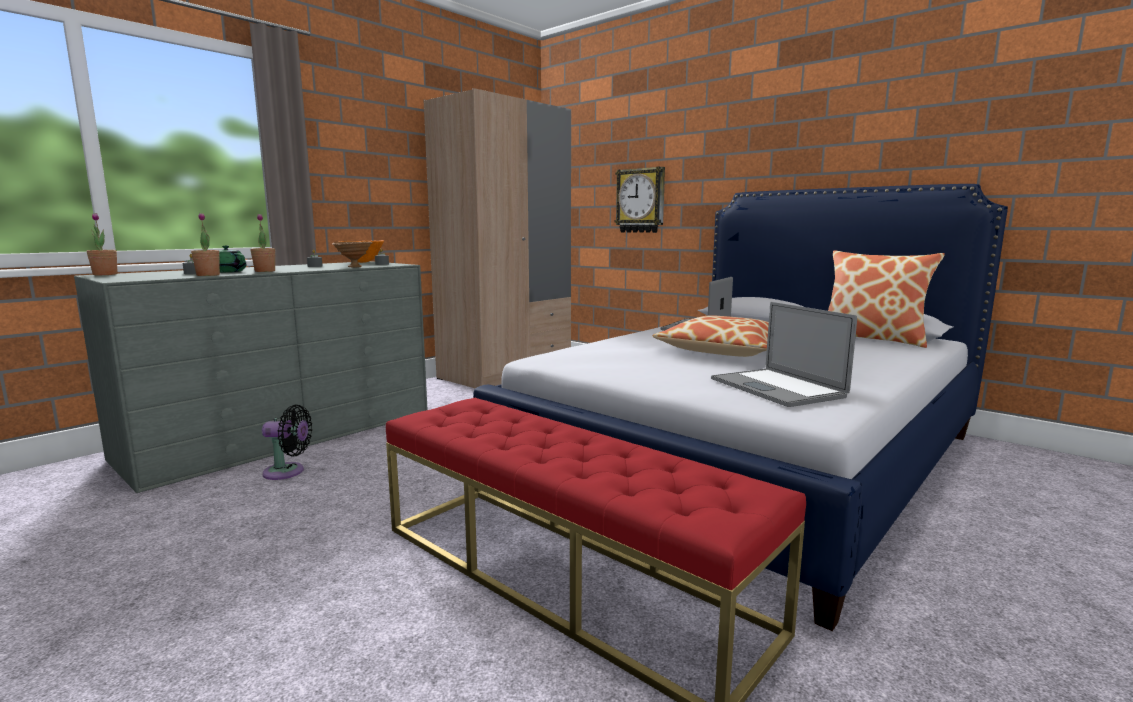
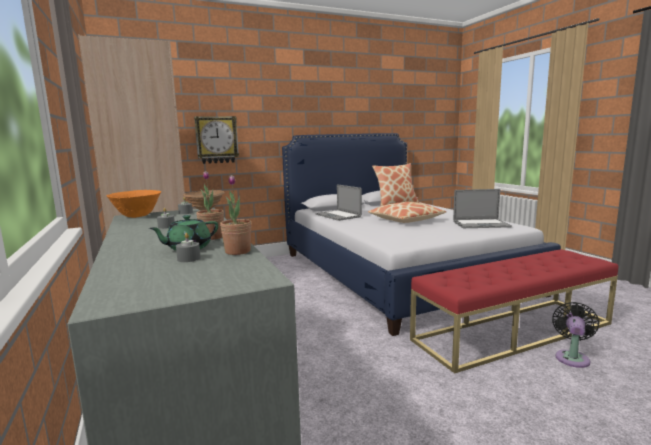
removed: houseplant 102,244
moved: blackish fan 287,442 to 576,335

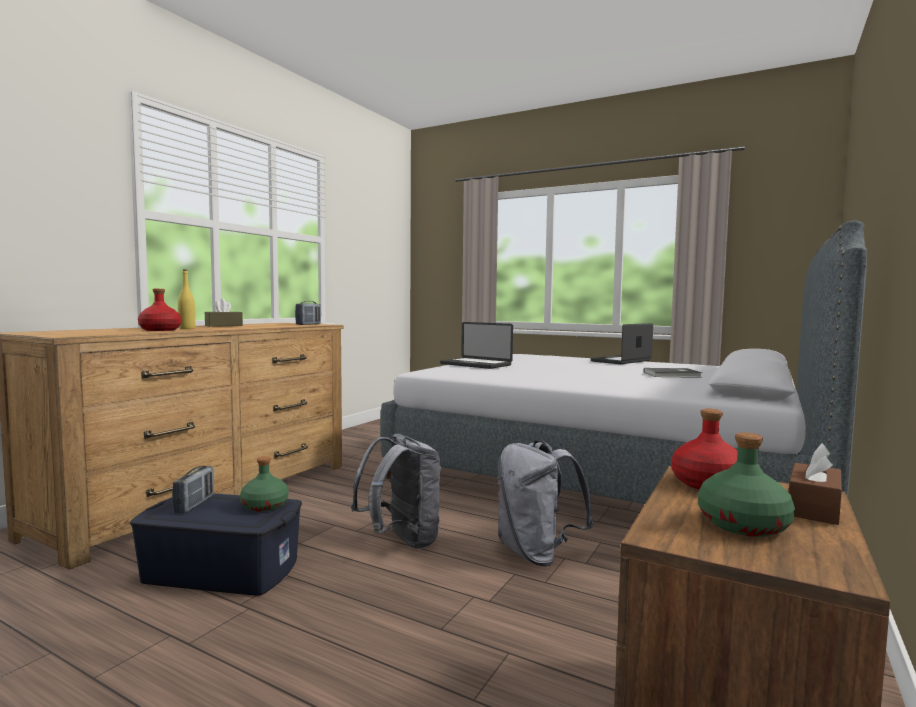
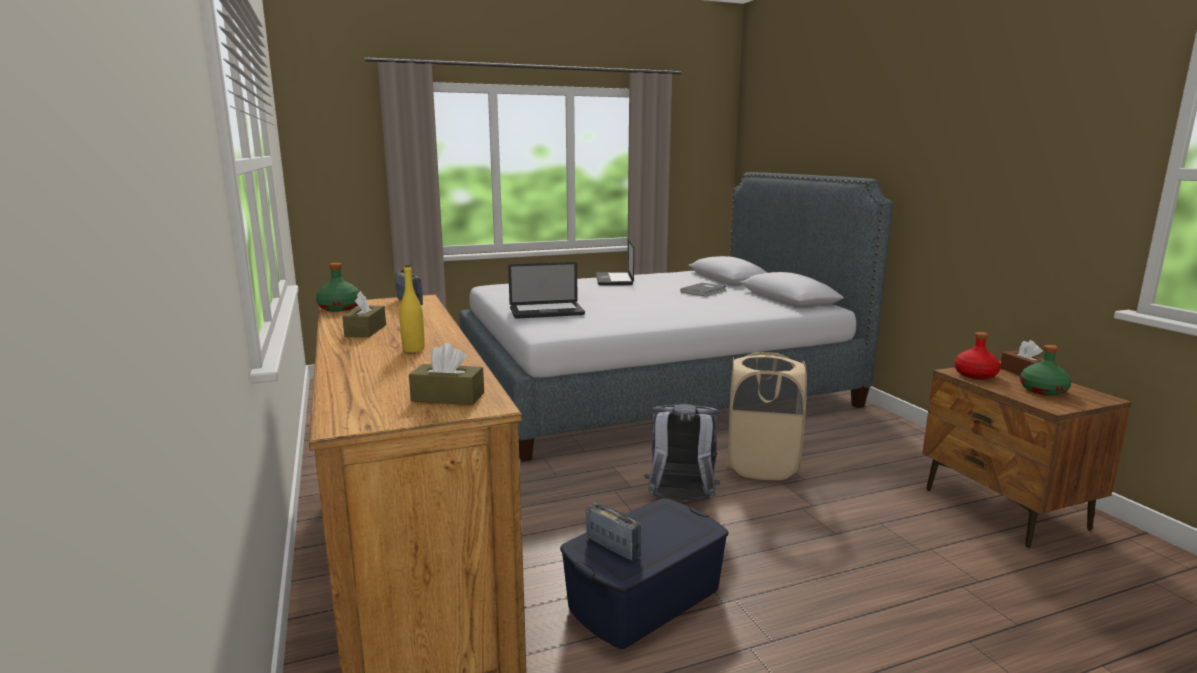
removed: reddish drink bottle 159,310
added: brownish tissue box 446,374
moved: green drink bottle 264,484 to 337,287
replaced: greyish rucksack 545,503 to beige washing basket 767,416

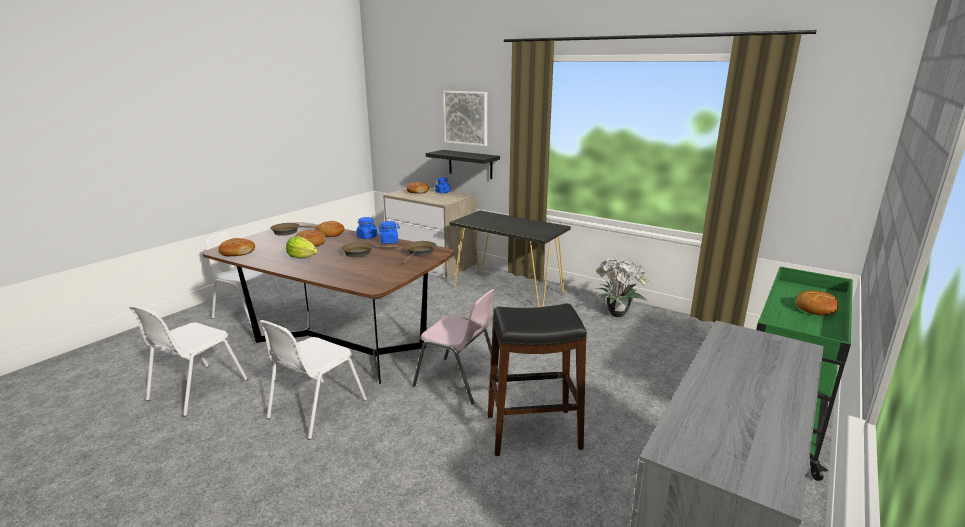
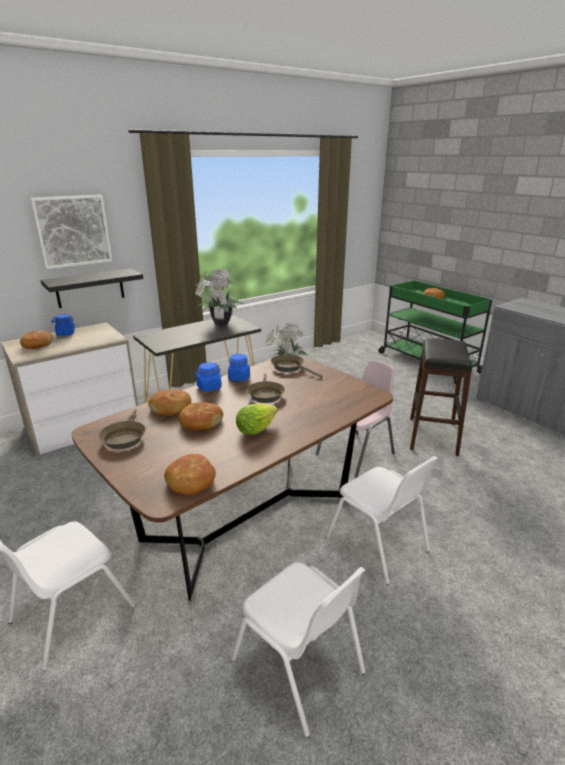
added: houseplant 219,297

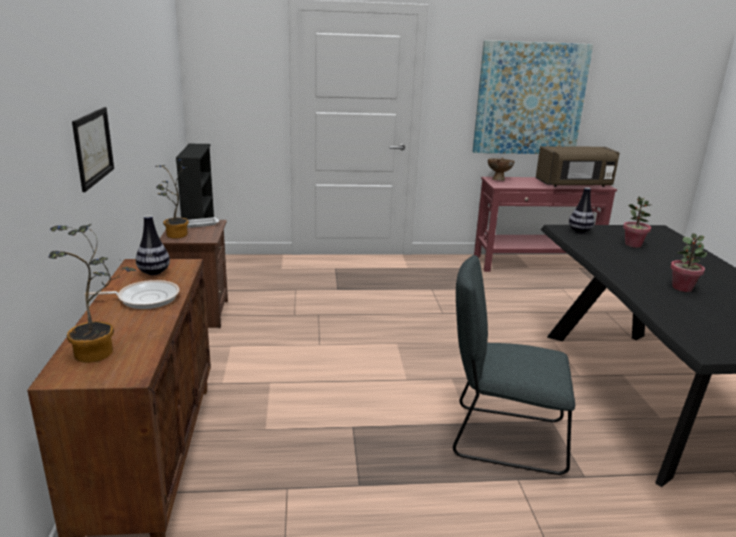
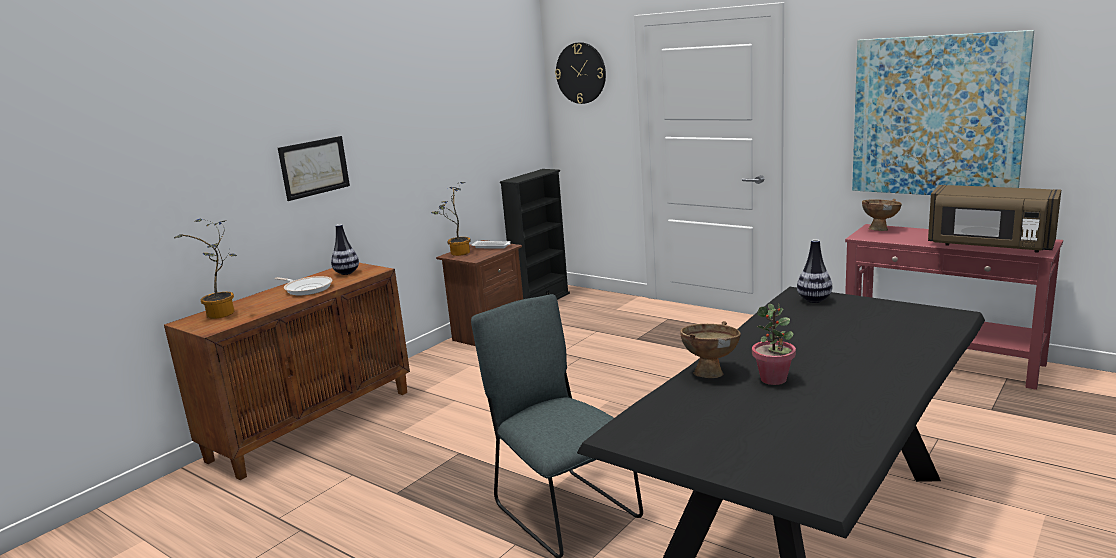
removed: houseplant 637,222
added: clock on the wall 580,73; brownish serving bowl 710,349

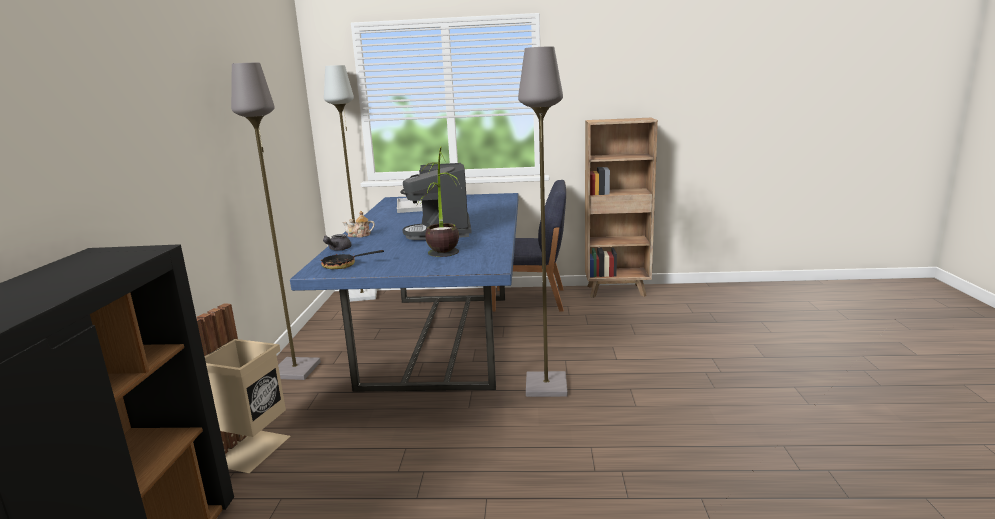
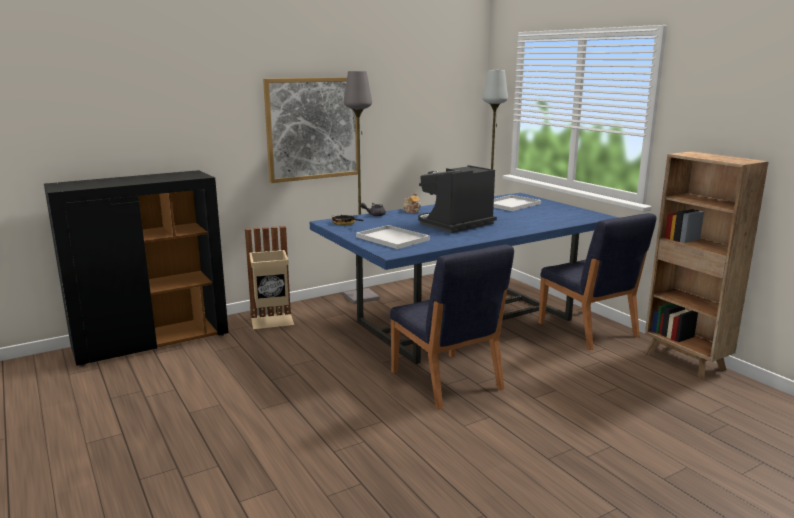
added: picture 310,130
replaced: houseplant 440,201 to white serving tray 393,237; greyish floor lamp 543,221 to blue-coloured upright chair 452,327

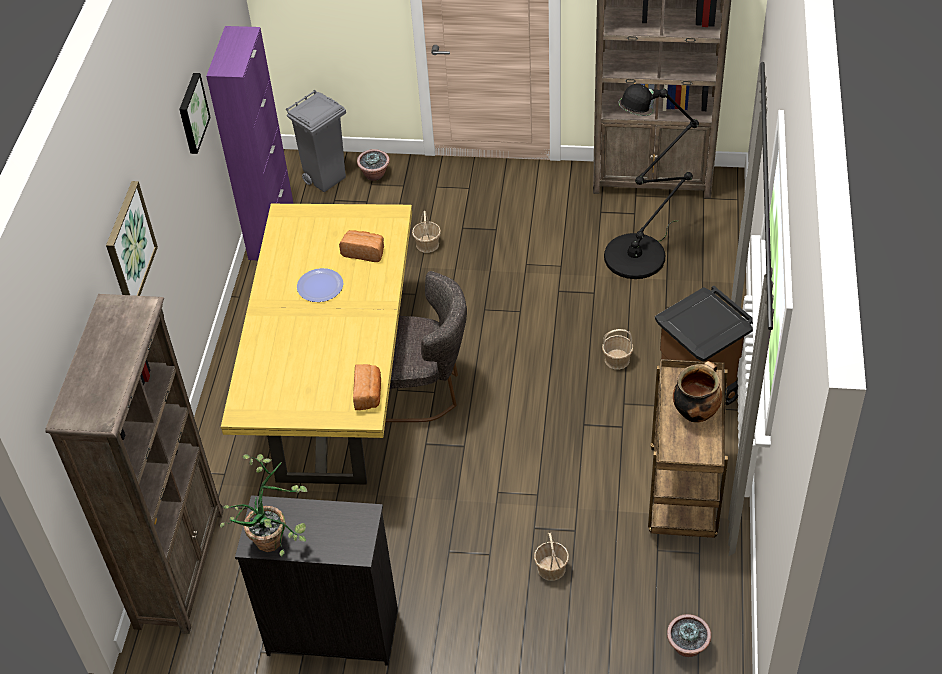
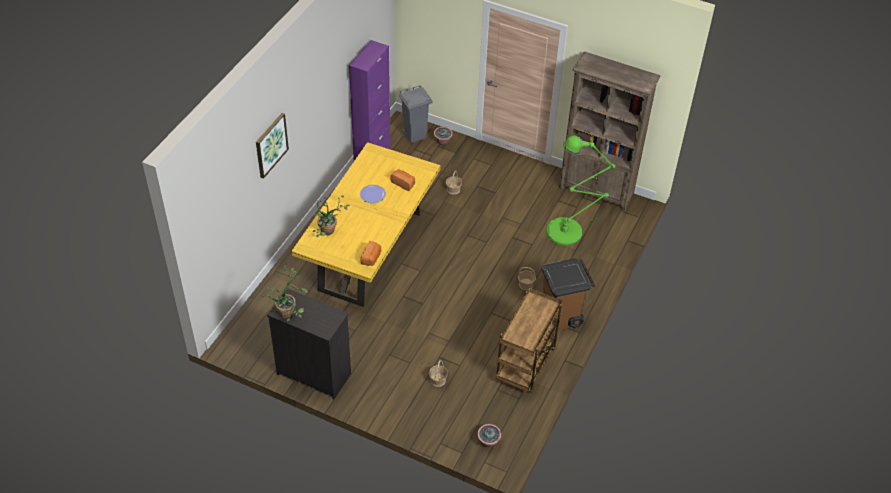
removed: brownish shelving unit 134,464; picture 195,113; greyish upright chair 426,346; saucepot 697,392
added: houseplant 331,216
recoloured: blackish floor lamp 651,181 to green floor lamp 580,190

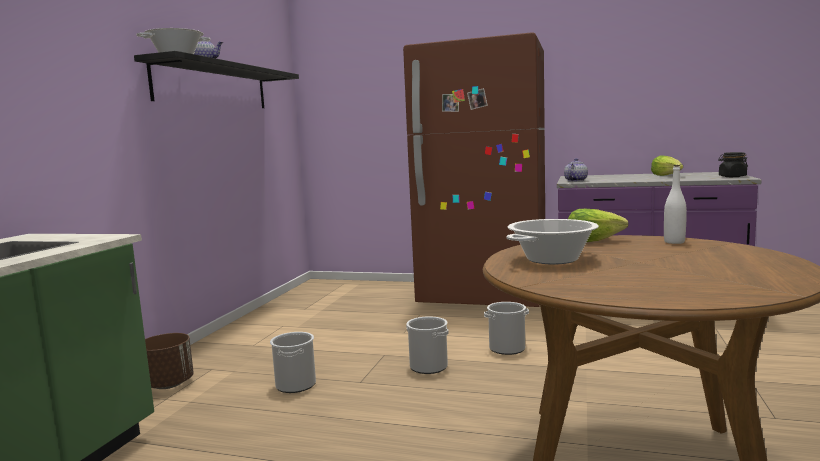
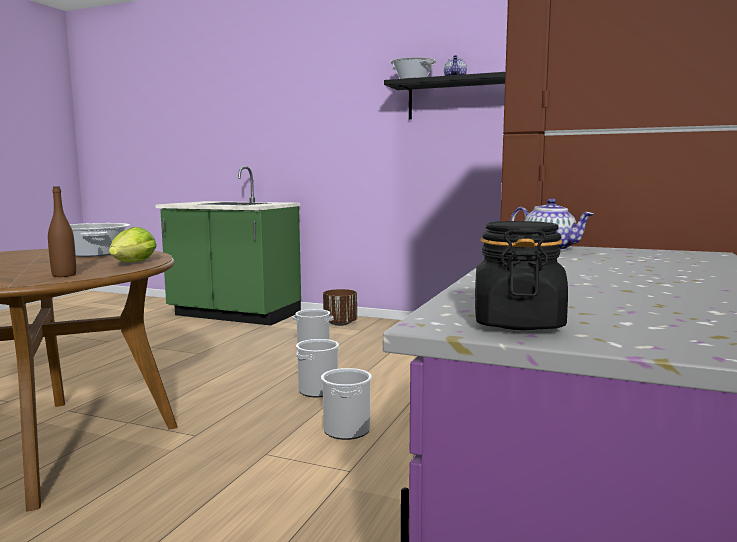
removed: head of lettuce 667,165
recoloured: white drink bottle 675,204 to brownish drink bottle 62,231

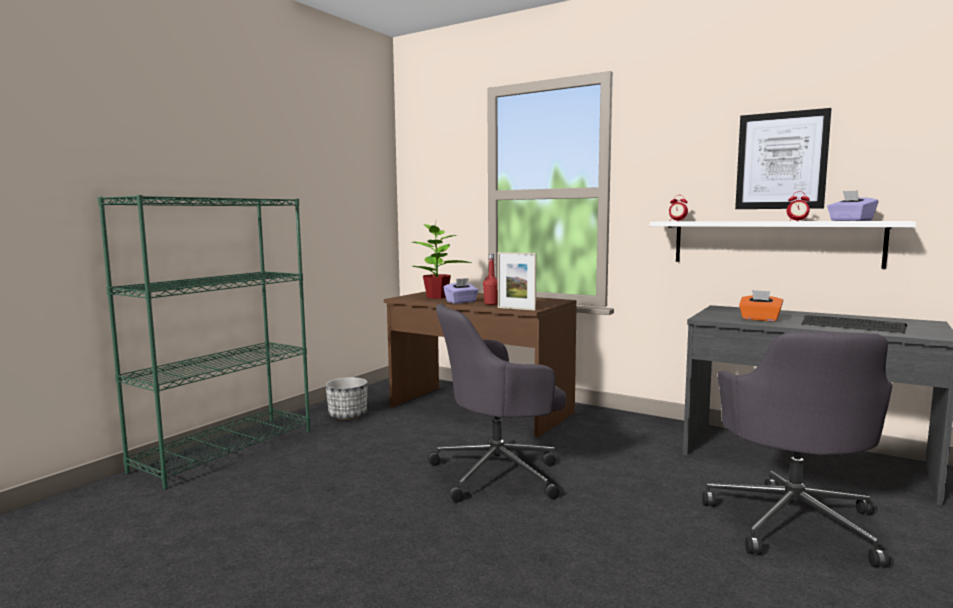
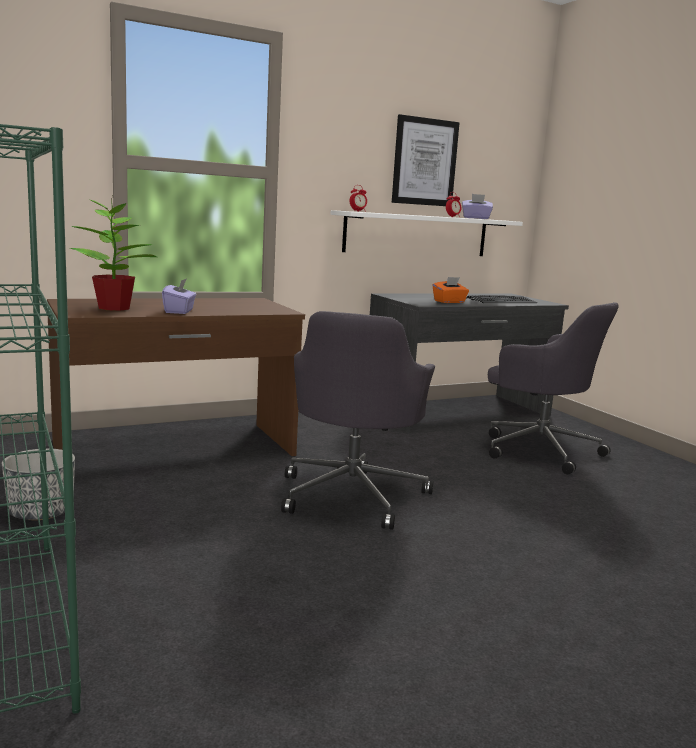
removed: reddish drink bottle 490,279; photo frame 517,281

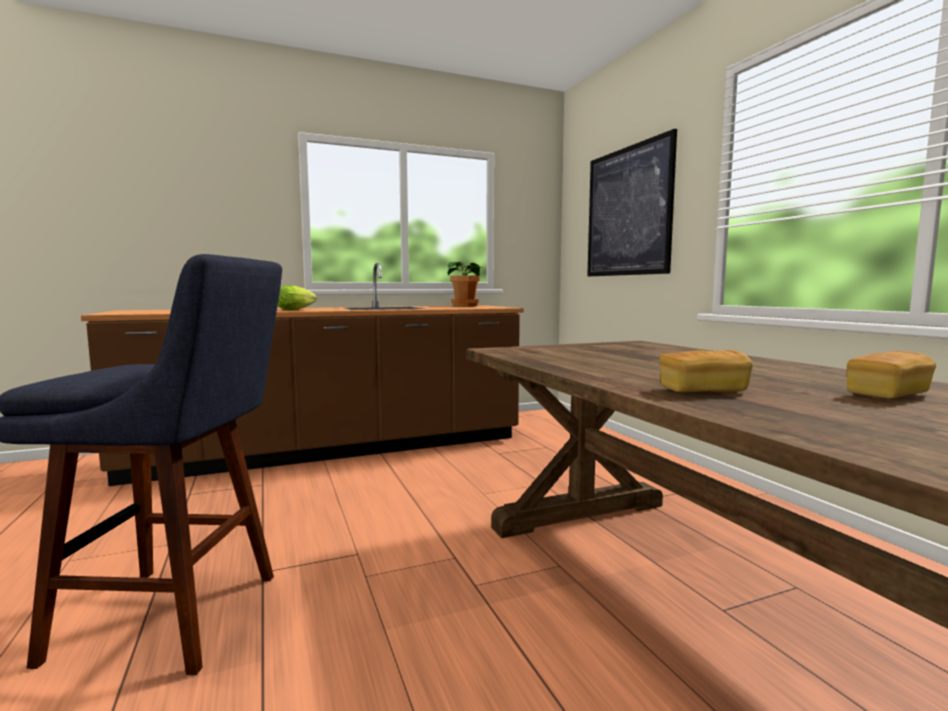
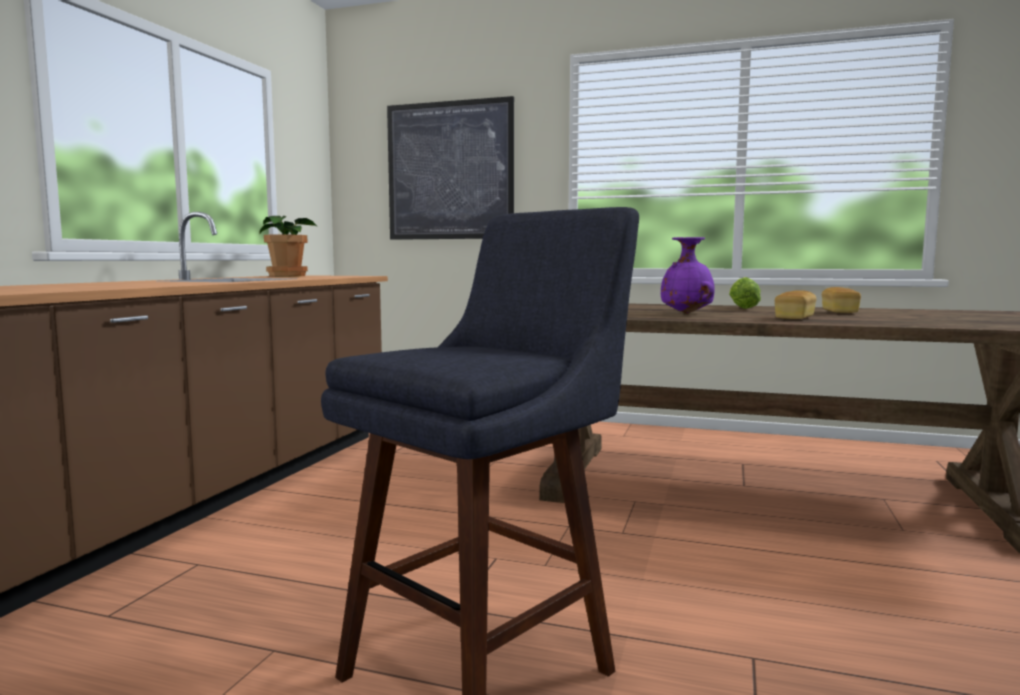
added: purple-coloured vase 688,275
moved: head of lettuce 297,297 to 745,293

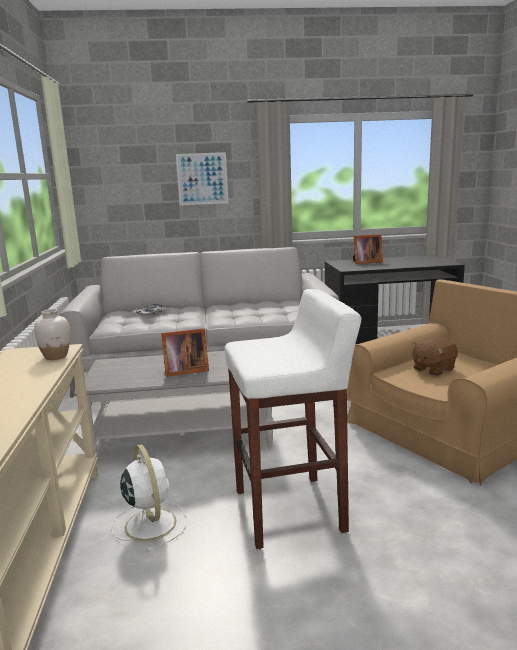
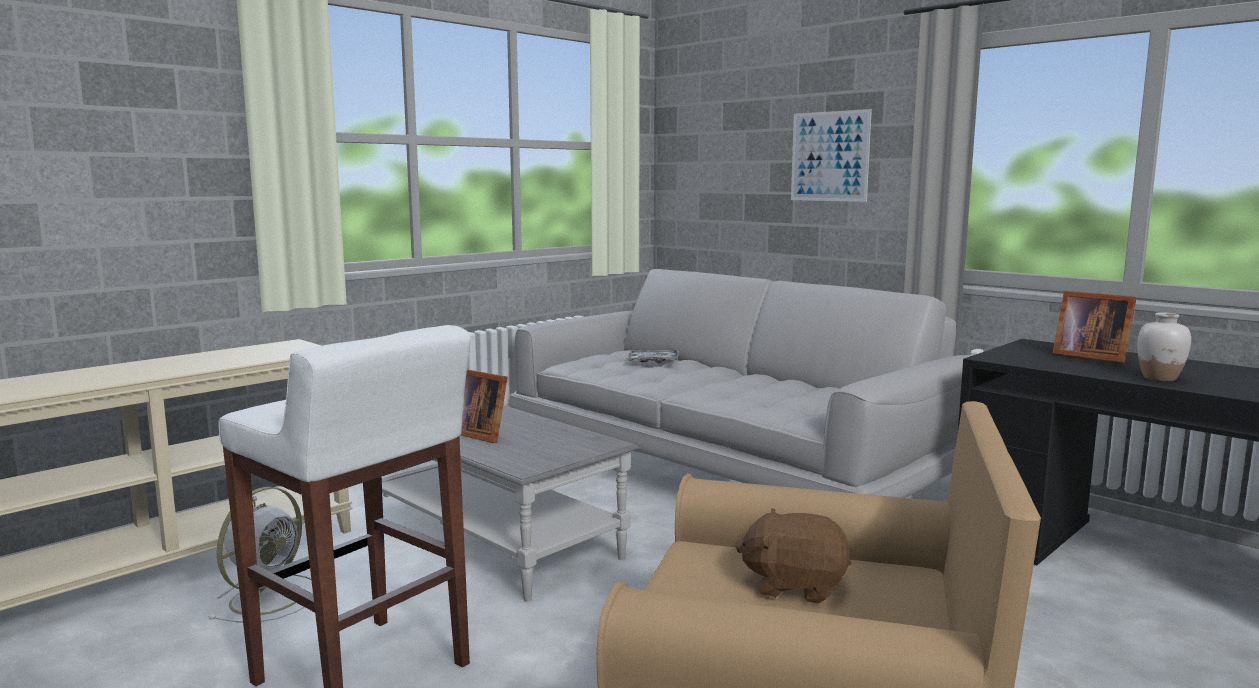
moved: white vase 52,334 to 1164,346

